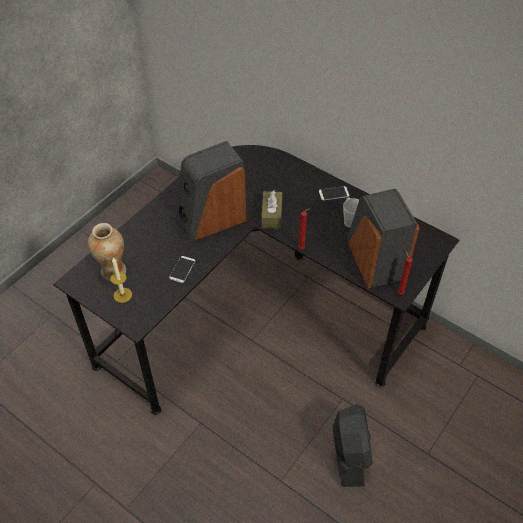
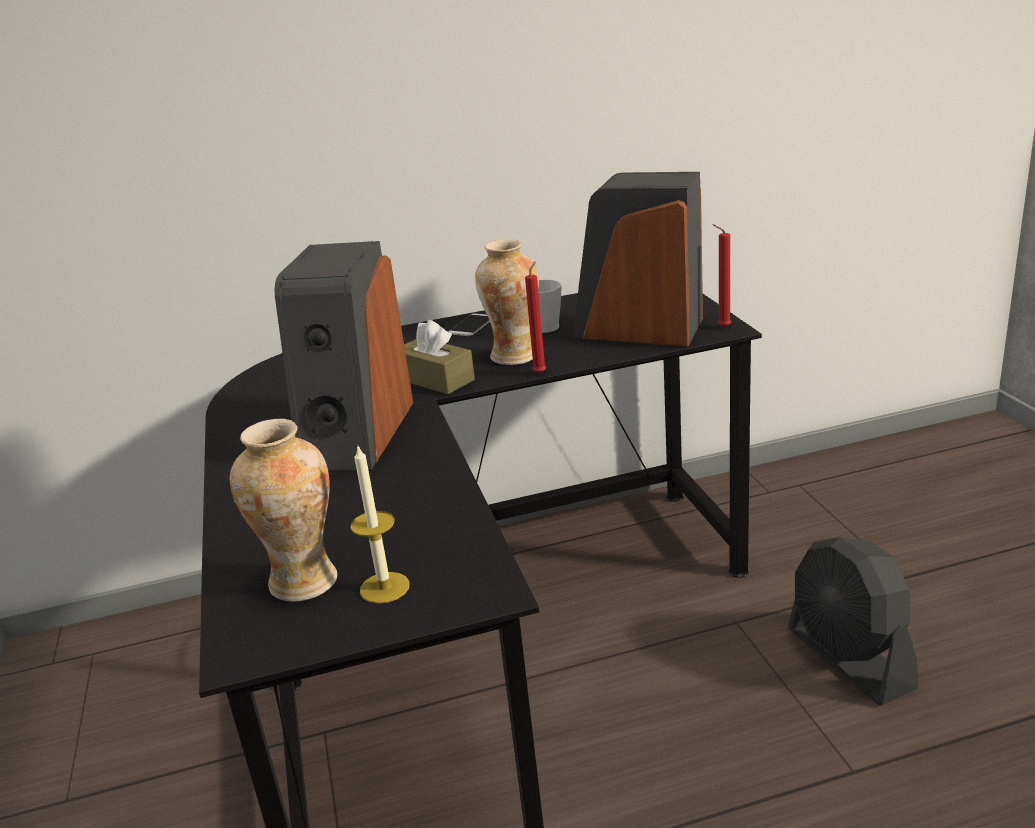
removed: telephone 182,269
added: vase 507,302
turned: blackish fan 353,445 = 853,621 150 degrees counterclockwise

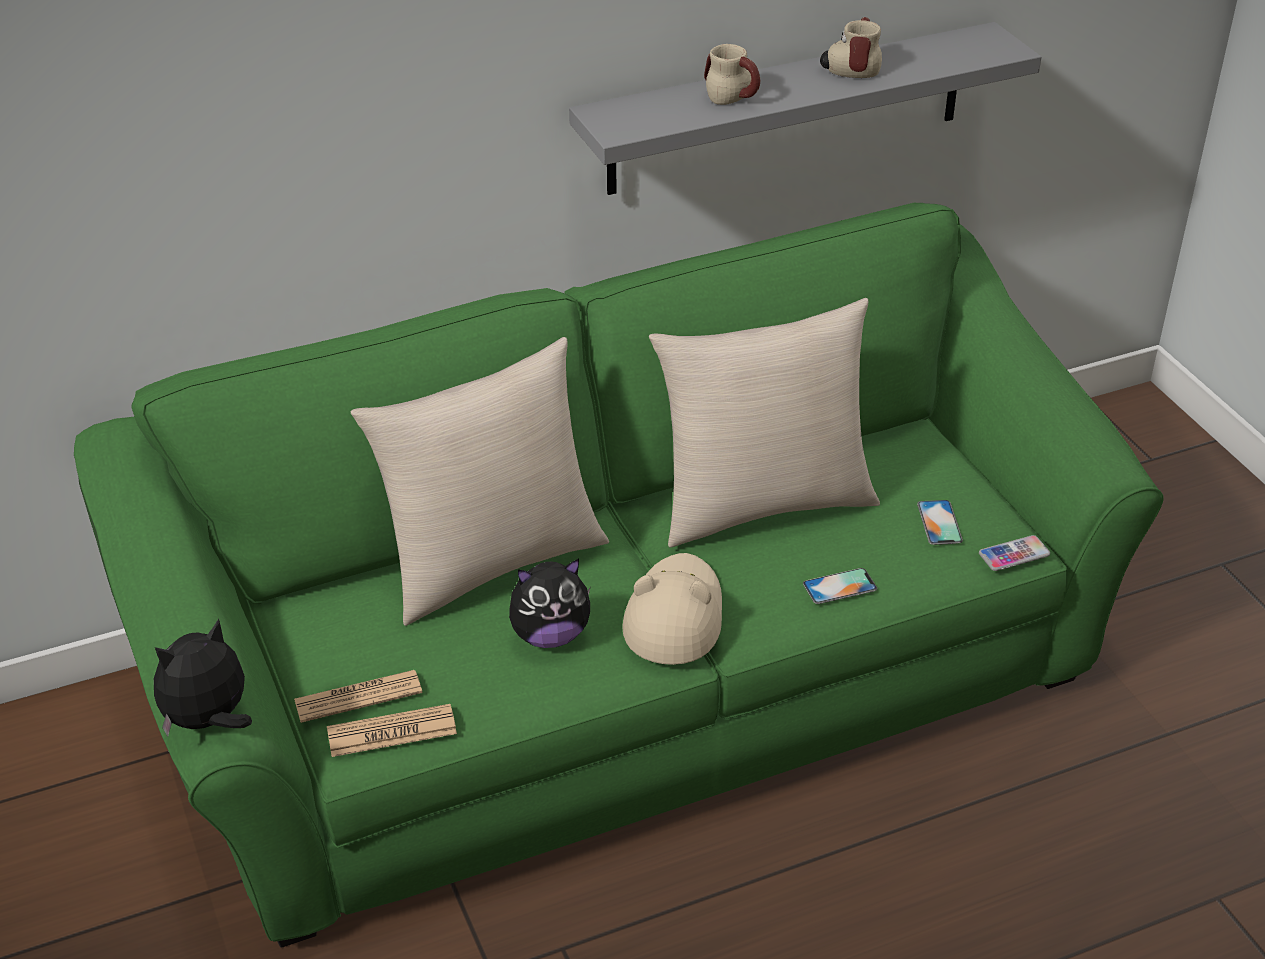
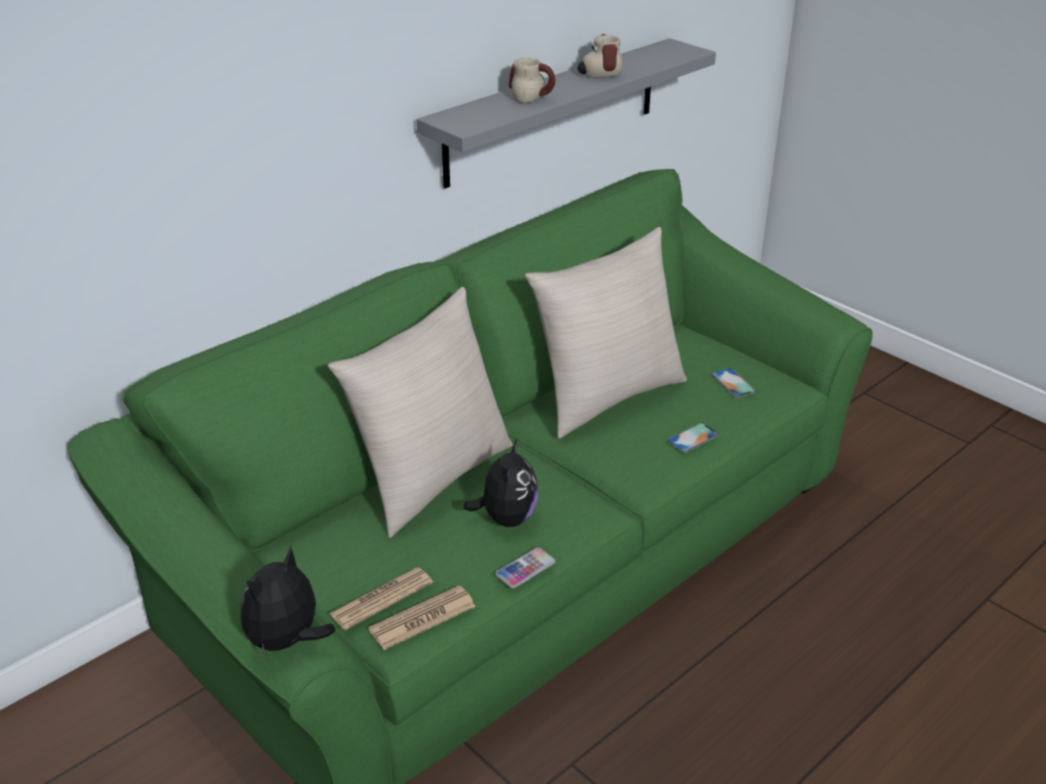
removed: beige hat 672,609
moved: telephone 1014,553 to 525,567
turned: cuddly toy 549,603 = 501,483 45 degrees counterclockwise

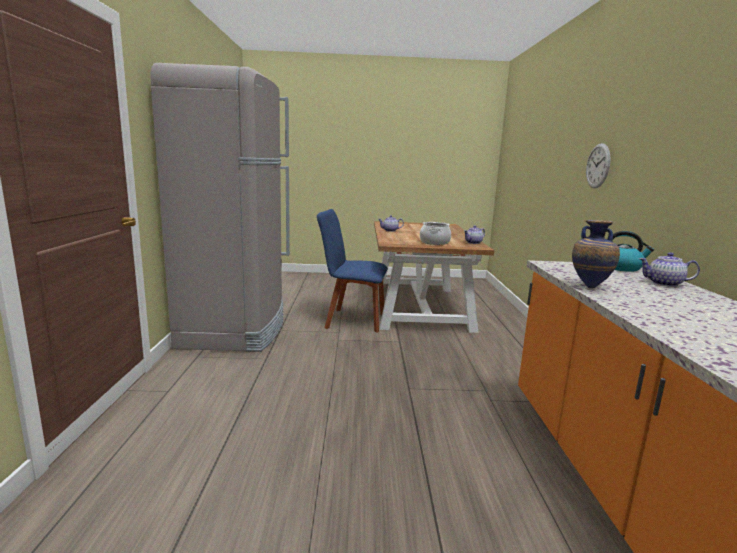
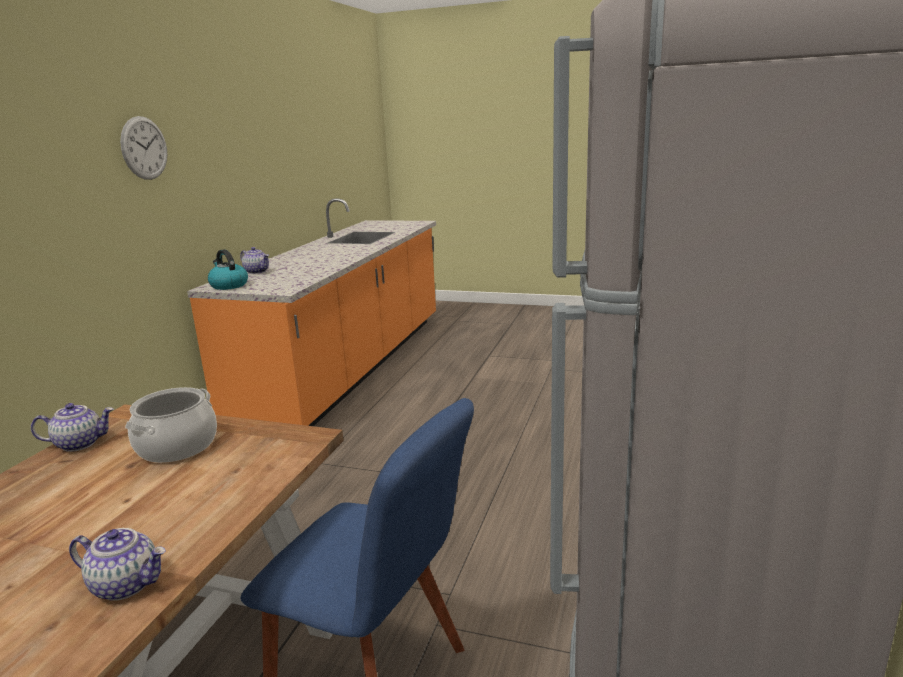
removed: vase 596,254
moved: clock on the wall 598,165 to 143,148

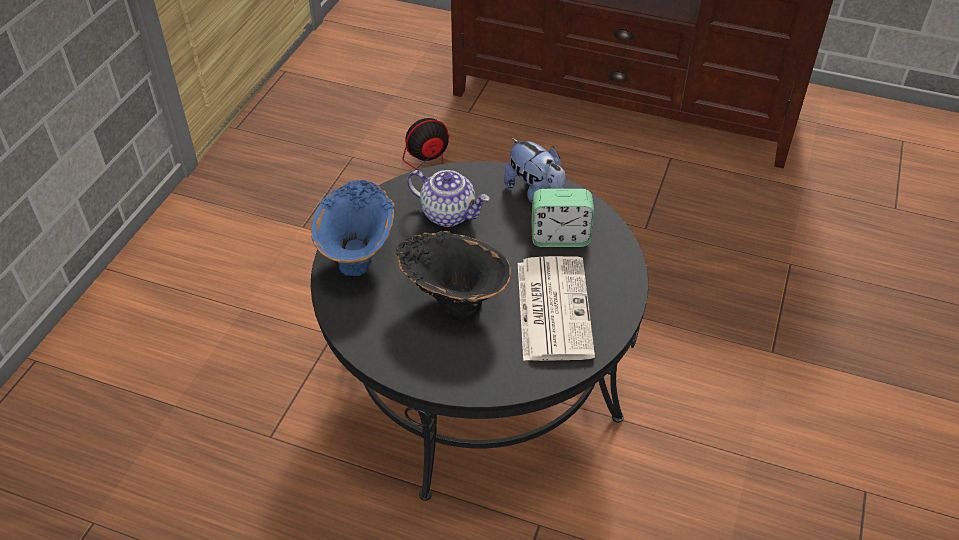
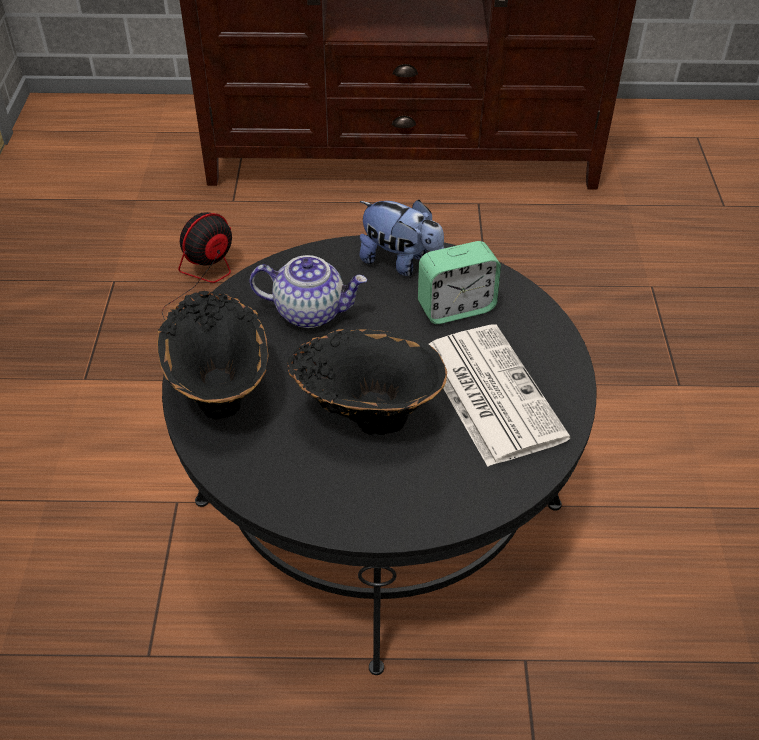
recoloured: blue-coloured vase 353,228 to blackish vase 213,355

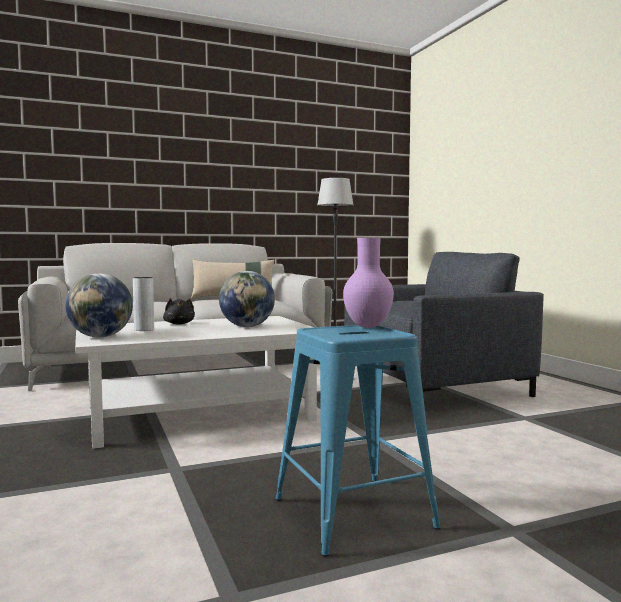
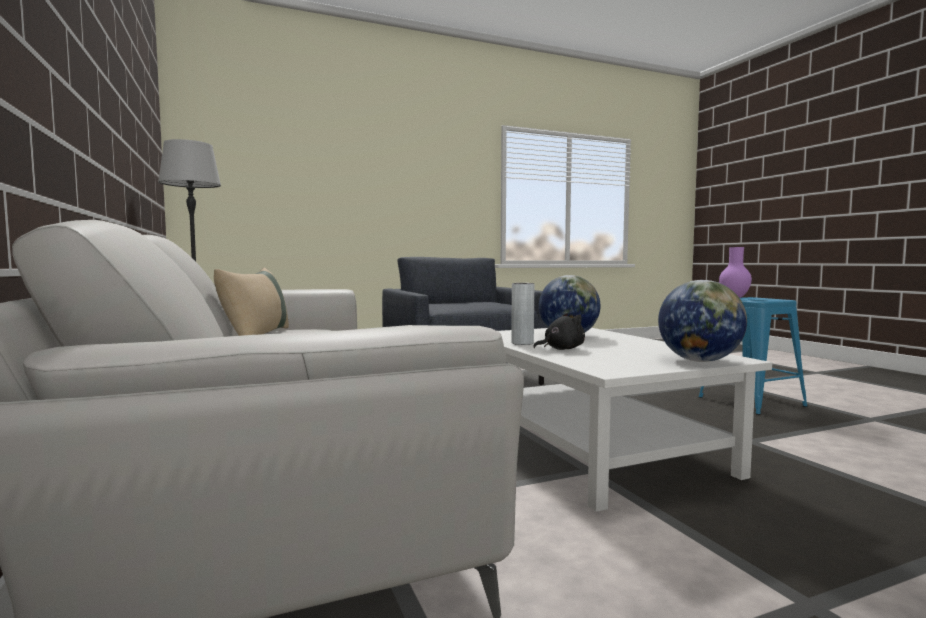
moved: greyish vase 143,304 to 522,314

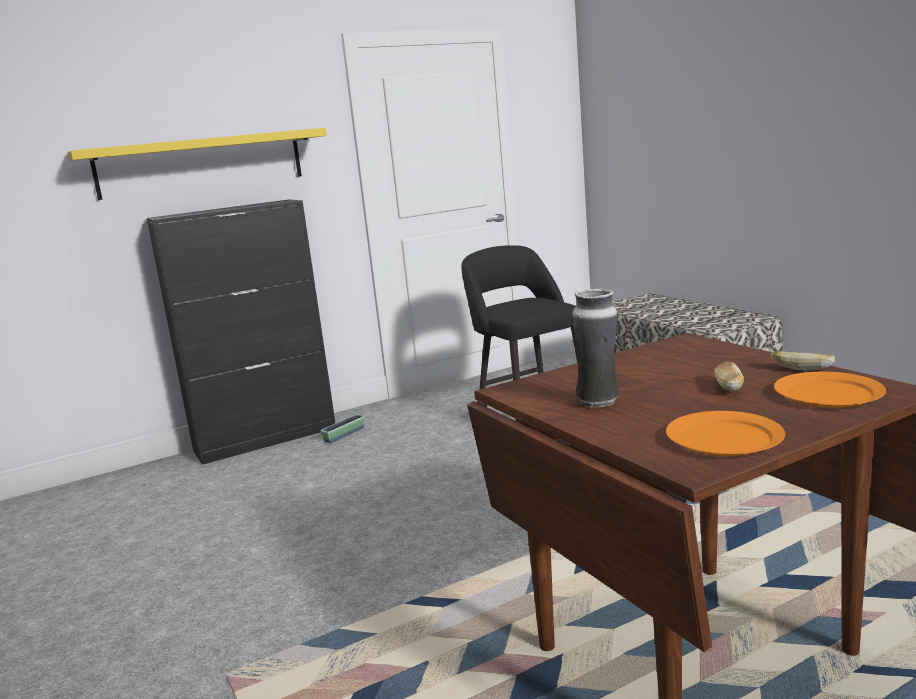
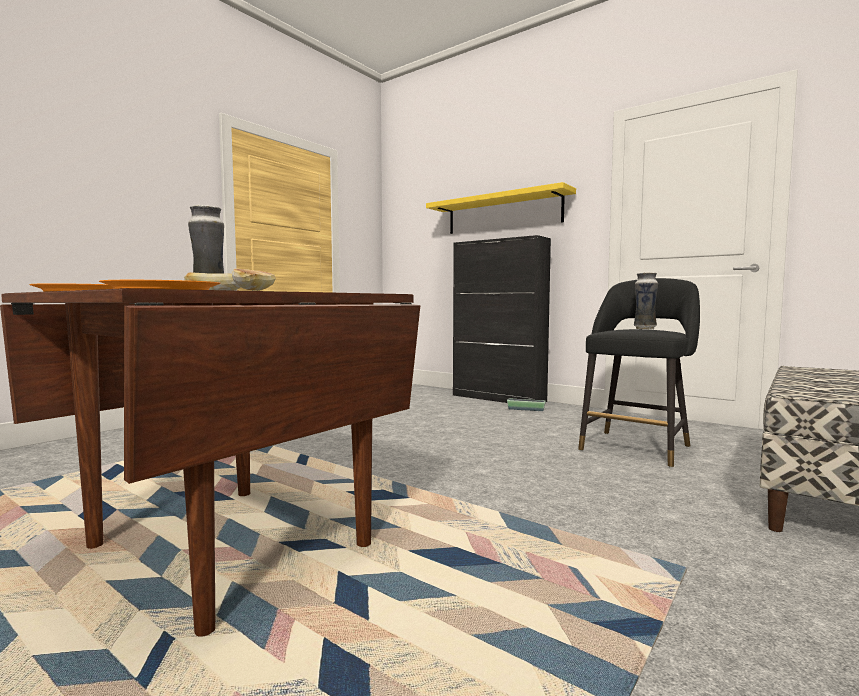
added: vase 646,300

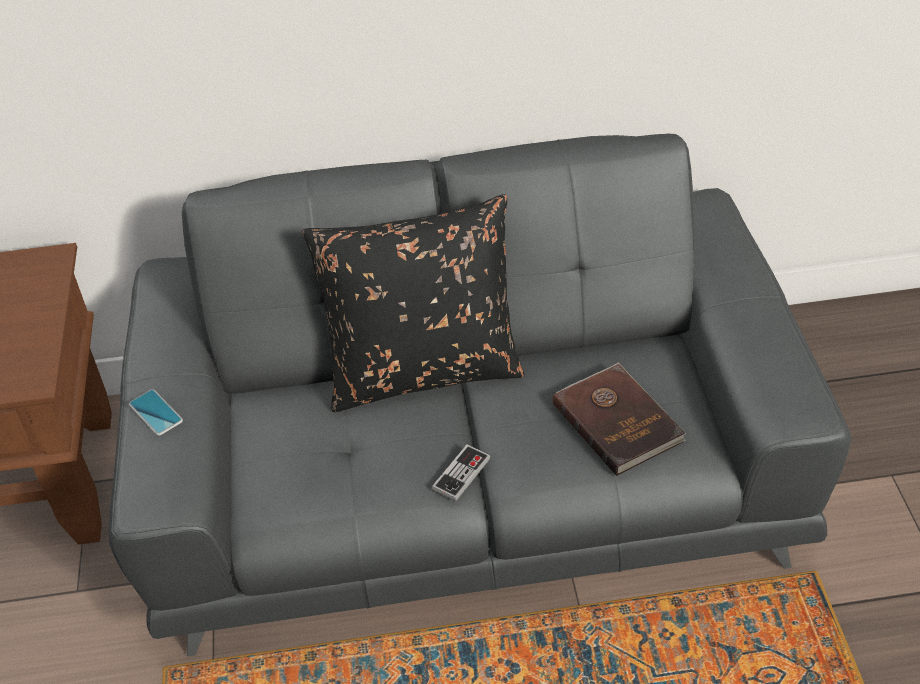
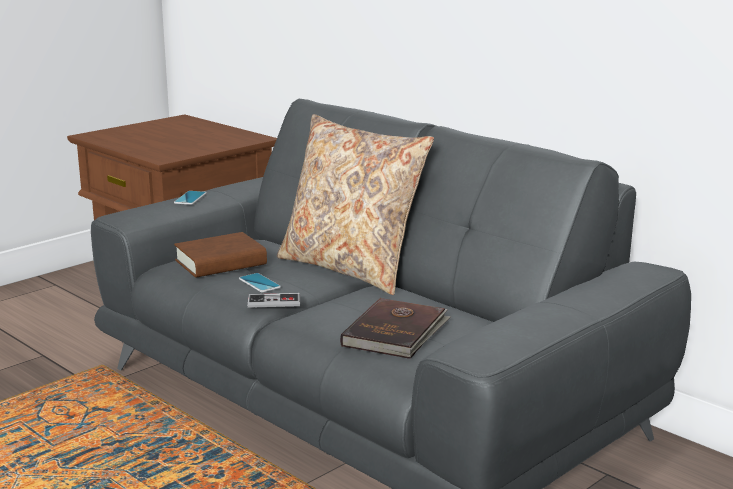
added: brownish volume 220,255; telephone 260,283
recoloured: blackish cushion 413,303 to beige cushion 355,204

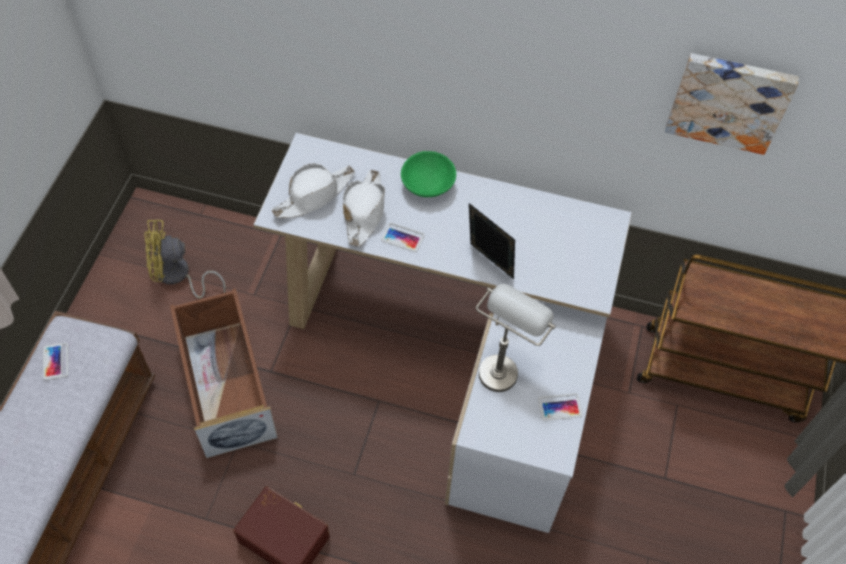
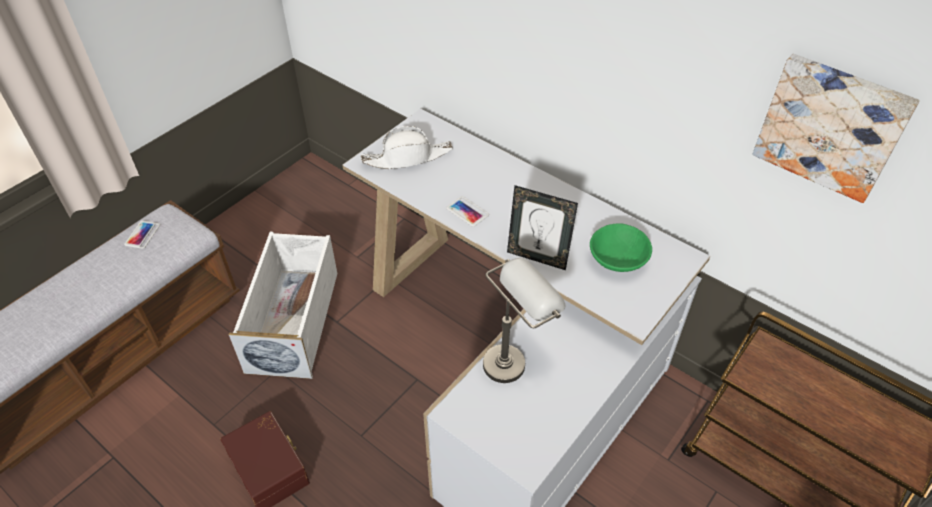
removed: yellow fan 185,259; white hat 364,208; telephone 560,407
moved: green serving bowl 428,174 to 621,247
recoloured: brownish storage box 224,373 to white storage box 283,305
turned: photo frame 492,241 = 542,227 135 degrees clockwise

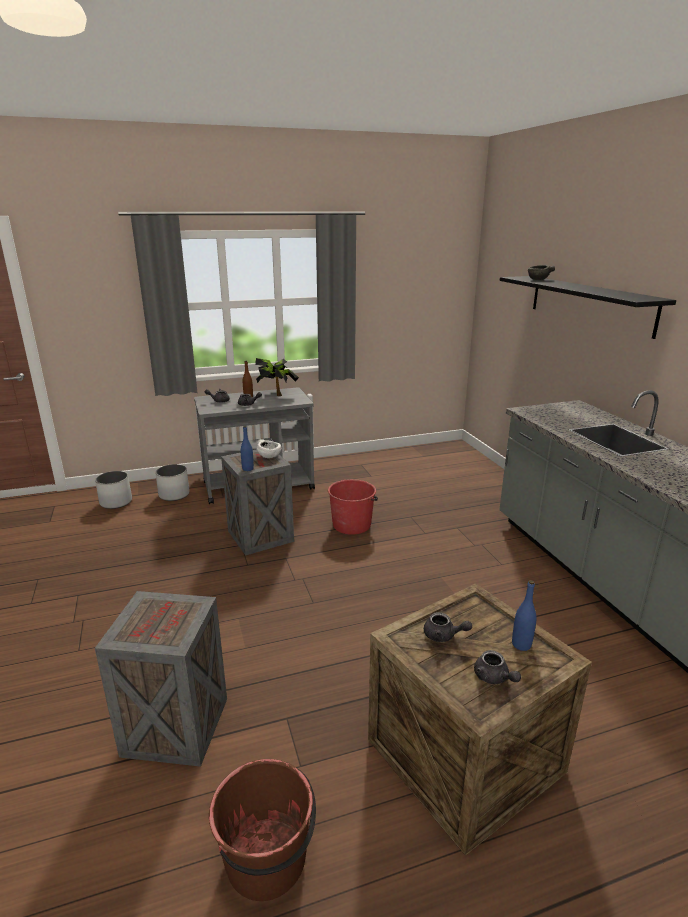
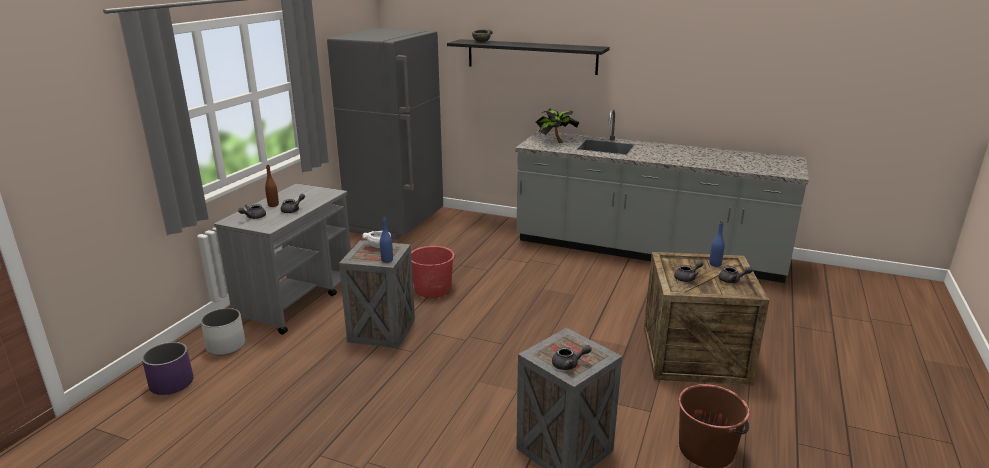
added: greyish fridge 385,134; greyish pot for tea 572,357
moved: houseplant 277,377 to 557,126
recoloured: white planter 113,490 to purple-coloured planter 167,368

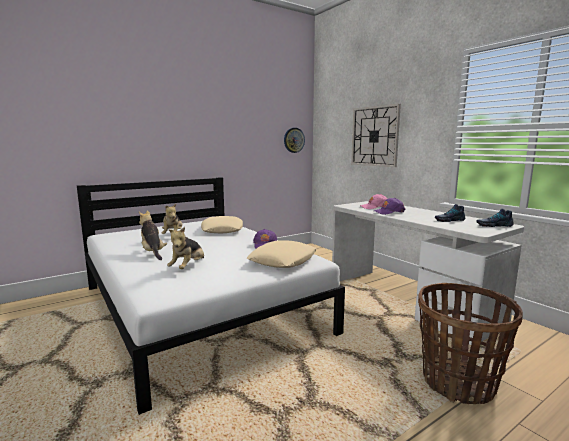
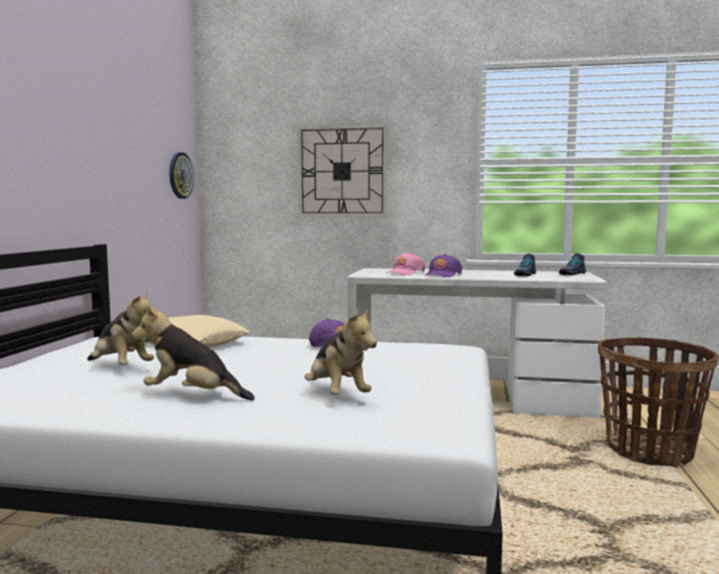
removed: beige cushion 281,254

